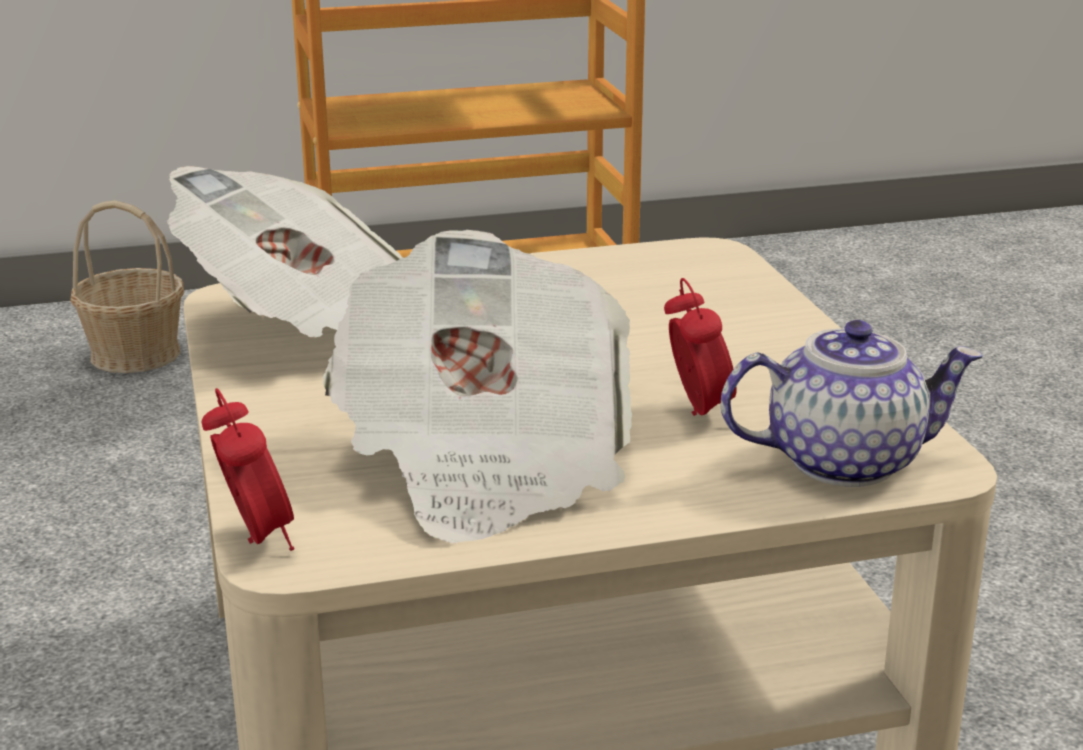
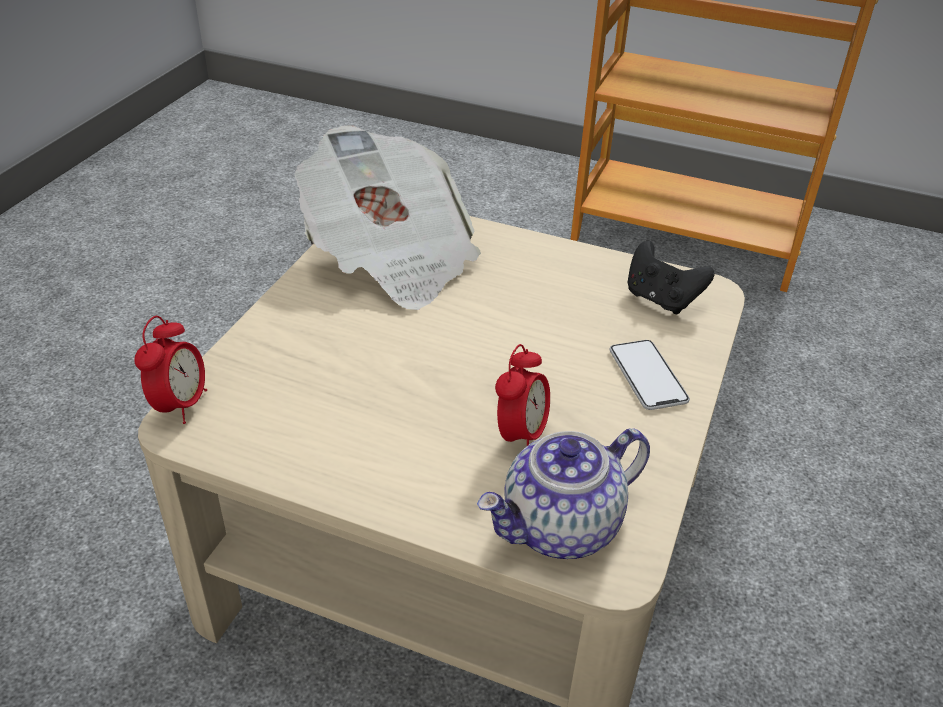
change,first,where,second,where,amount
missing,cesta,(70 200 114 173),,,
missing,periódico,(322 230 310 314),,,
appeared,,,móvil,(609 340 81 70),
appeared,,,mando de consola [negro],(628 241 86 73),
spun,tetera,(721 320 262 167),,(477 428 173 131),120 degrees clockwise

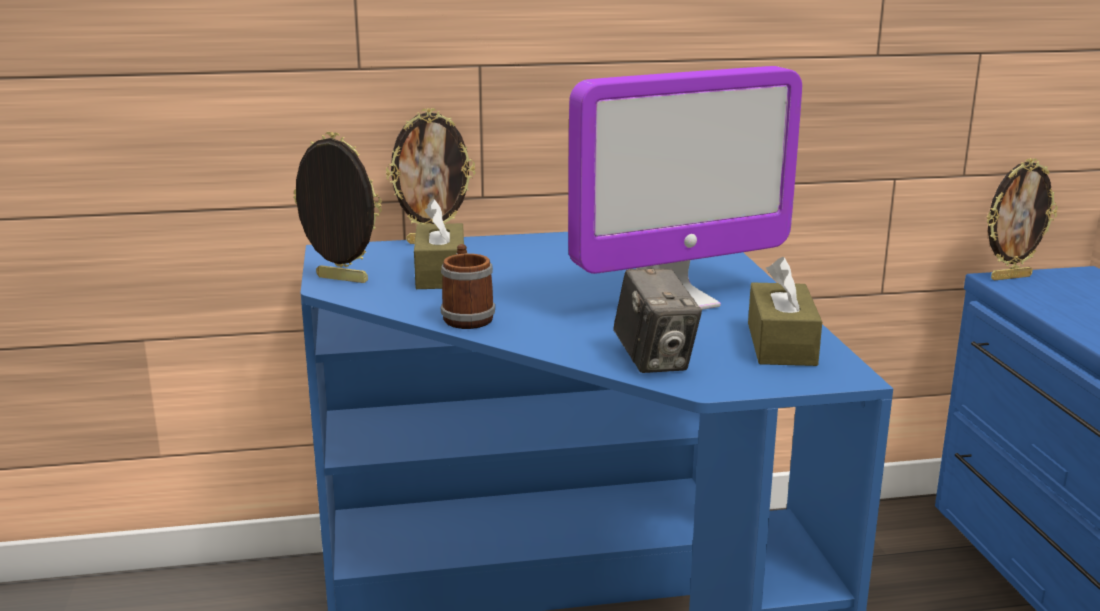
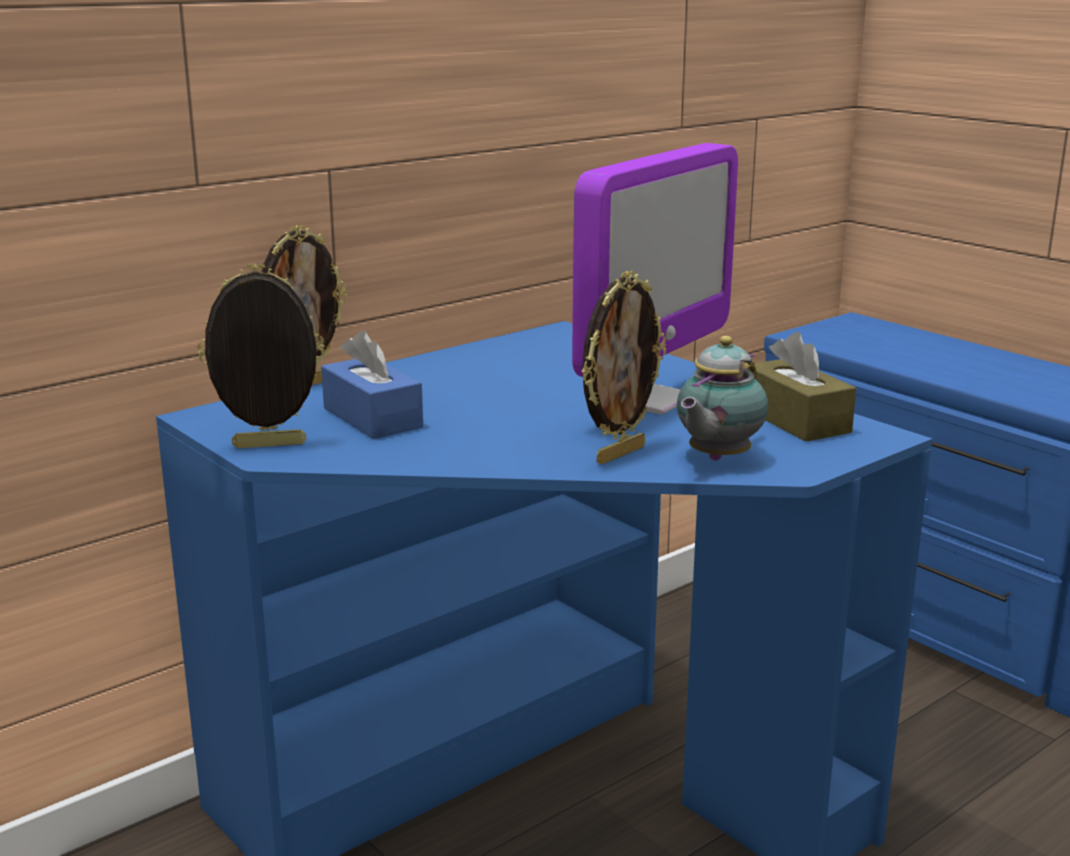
change,first,where,second,where,amount
missing,taza grande,(441 244 54 85),,,
relocated,portarretratos,(987 158 71 122),,(581 271 85 194),
exchanged,cámara,(613 268 89 105),tetera,(677 336 91 125),
colour,caja de pañuelos [marrón],(414 199 50 90),caja de pañuelos [azul],(321 330 102 109),

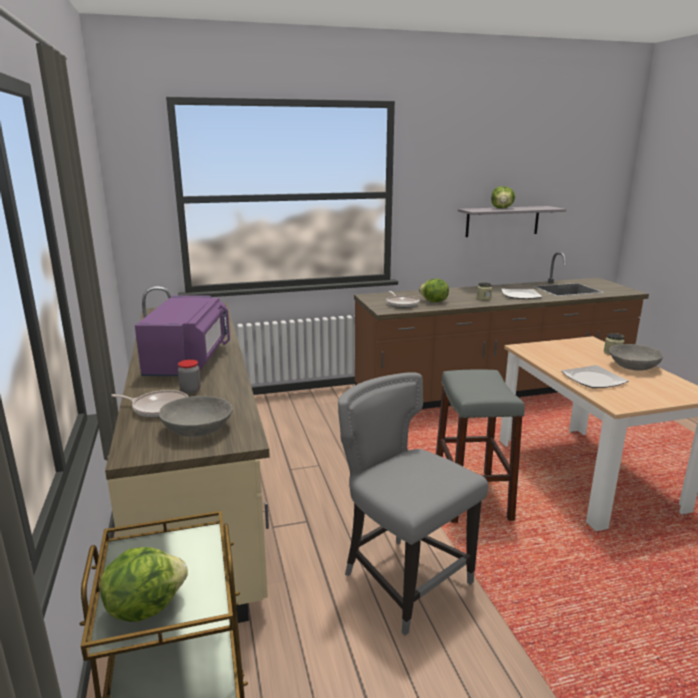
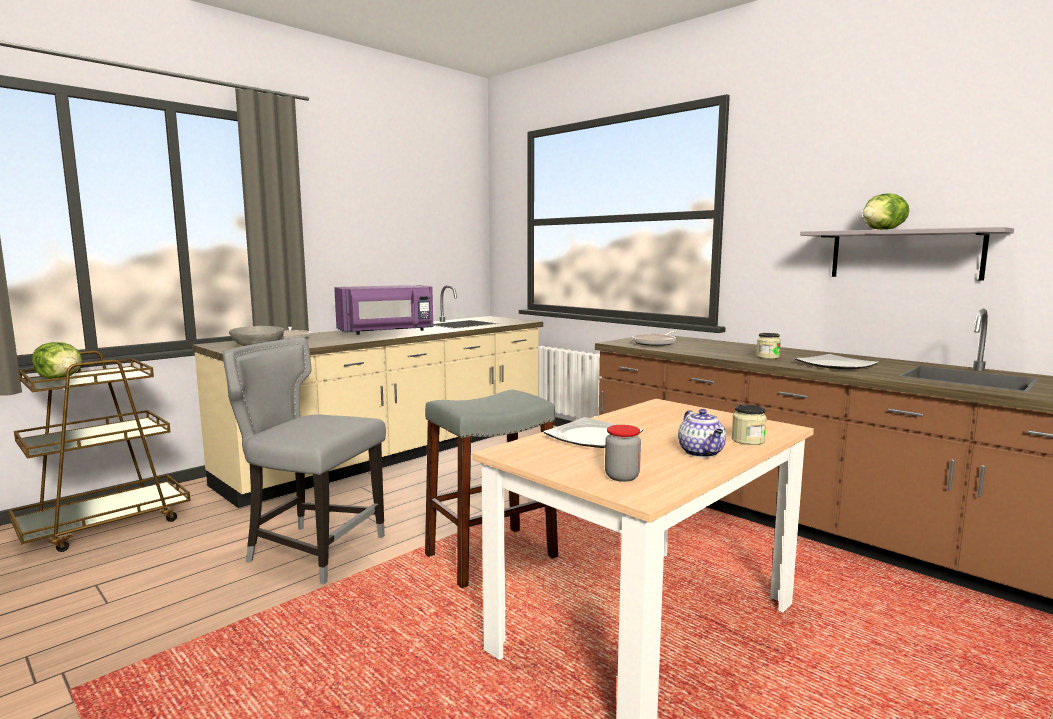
change,first,where,second,where,amount
missing,lechuga,(419 279 30 23),,,
relocated,tarro,(178 359 23 35),,(605 425 36 57),
exchanged,cuenco [gris],(609 344 54 27),tetera,(678 409 48 49),
spun,silla [gris],(338 372 150 263),,(223 337 163 247),90 degrees counterclockwise

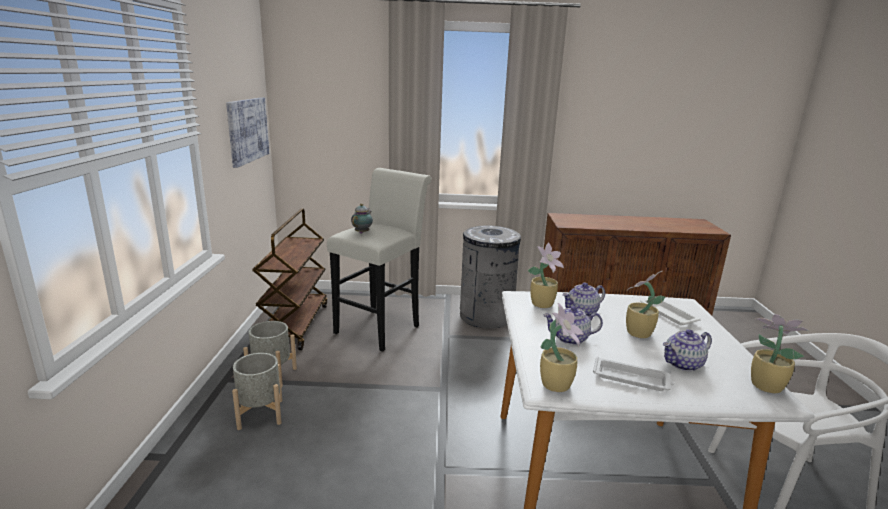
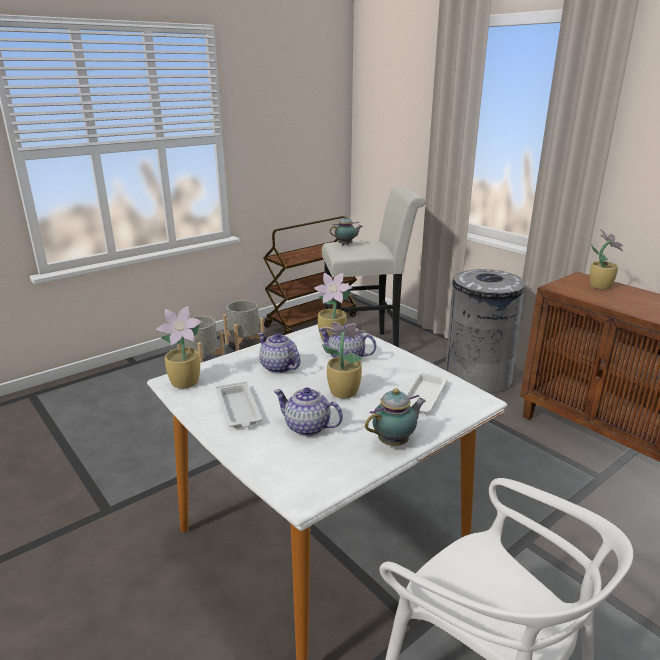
change,first,where,second,where,amount
missing,cuadro,(226 98 43 70),,,
appeared,,,tetera,(365 388 61 58),
relocated,planta en maceta,(751 314 58 79),,(590 229 34 61),

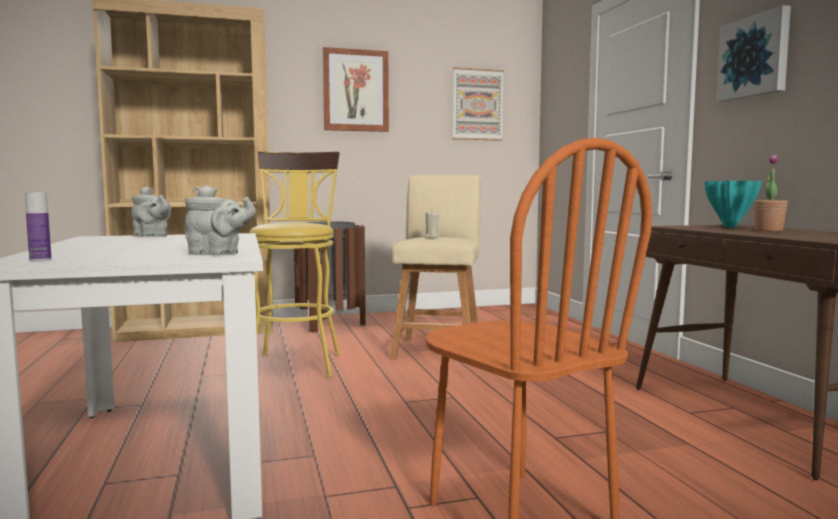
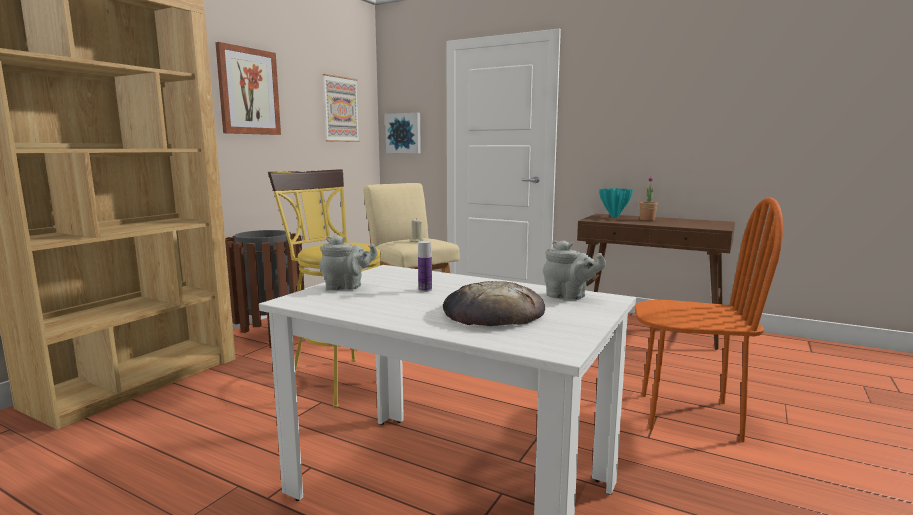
change,first,where,second,where,amount
appeared,,,pan,(443 281 102 45),
relocated,botella,(25 192 26 69),,(418 241 14 51),
relocated,cuadro,(716 5 75 97),,(385 113 36 40),
spun,tetera [gris],(185 185 71 69),,(543 240 63 60),60 degrees clockwise

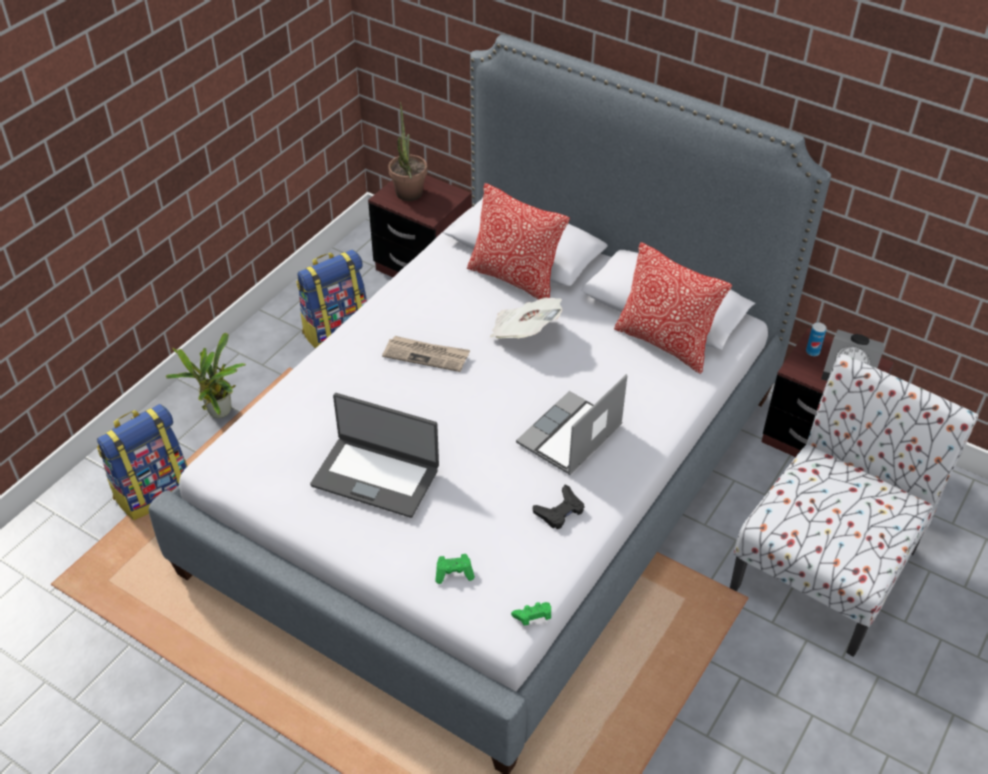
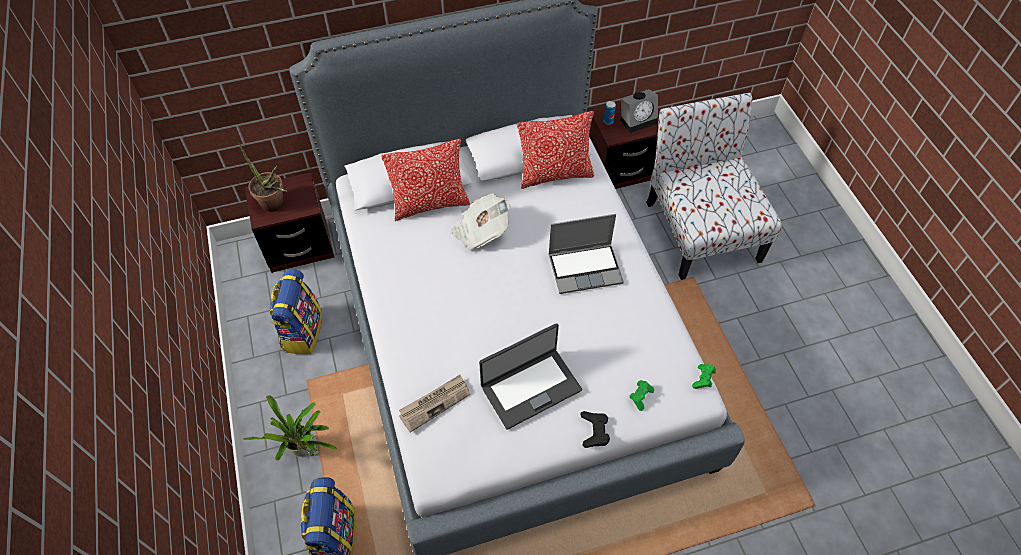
change,first,where,second,where,amount
relocated,periódico,(382 336 88 36),,(399 375 71 58),
relocated,mando de consola [negro],(533 485 51 44),,(580 411 30 37),
spun,portátil,(516 374 112 101),,(548 214 76 80),90 degrees counterclockwise

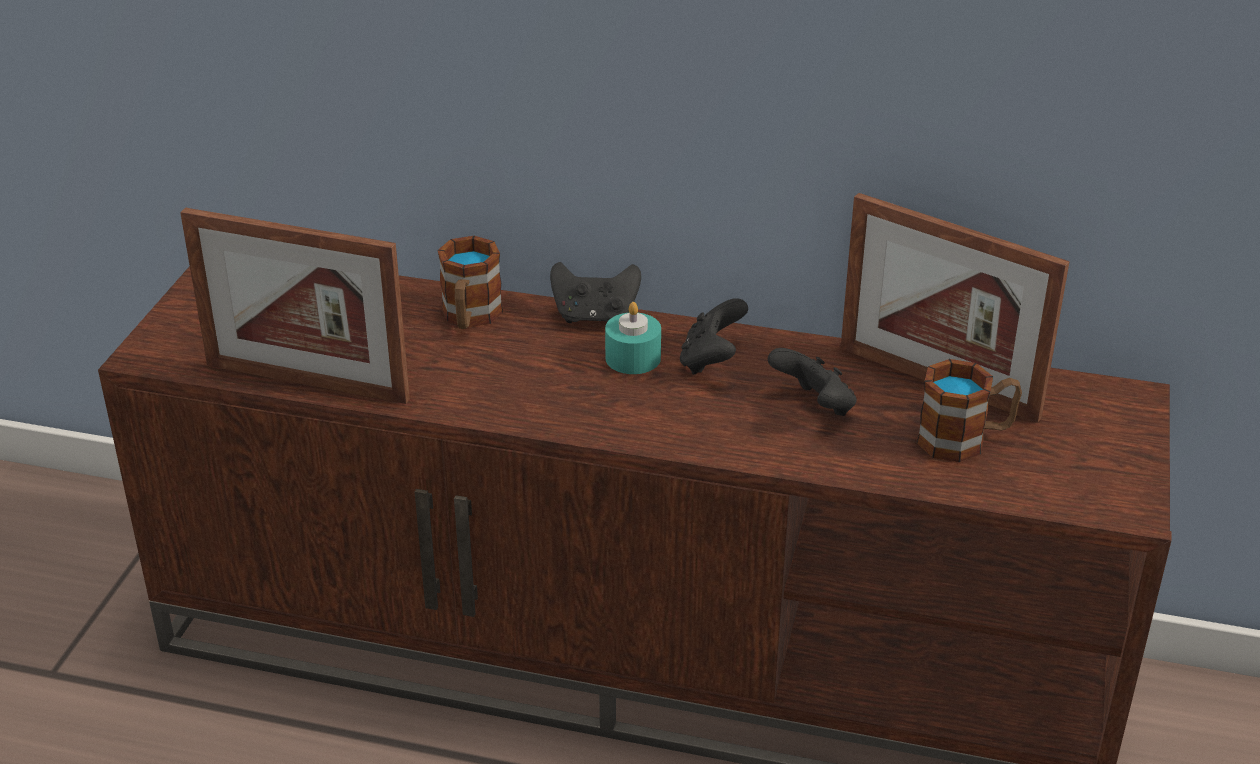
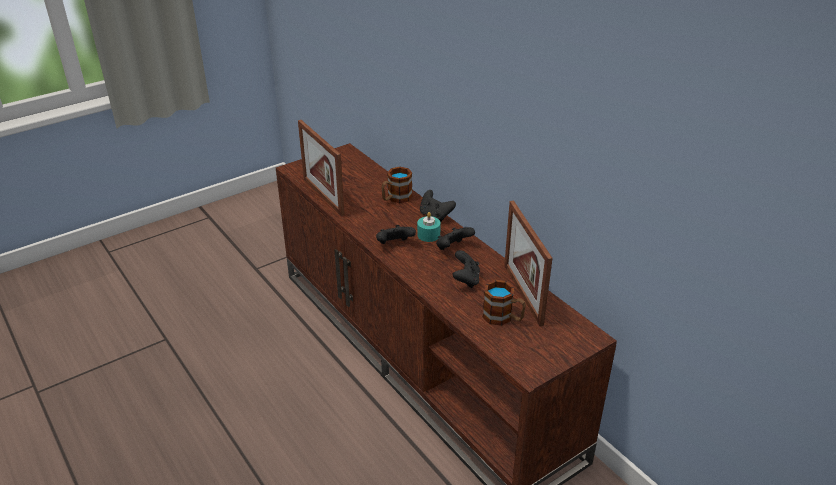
change,first,where,second,where,amount
appeared,,,mando de consola [negro],(376 225 40 19),

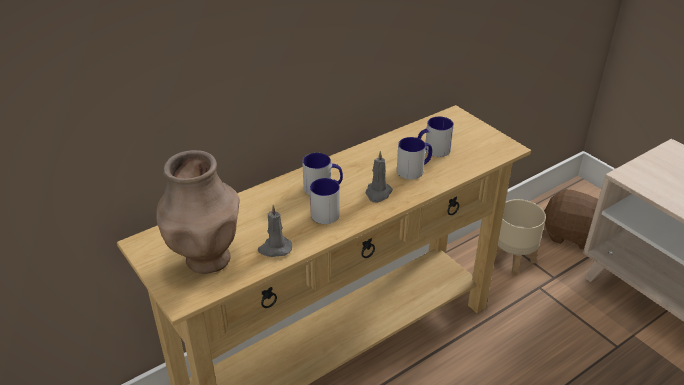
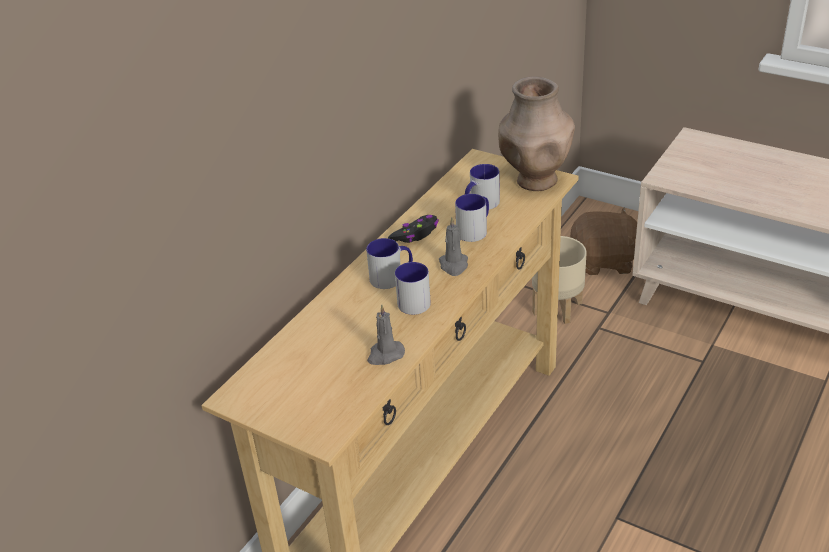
change,first,where,second,where,amount
appeared,,,mando de consola [negro],(388 215 51 28),
relocated,florero [marrón],(156 150 84 124),,(498 76 77 115),

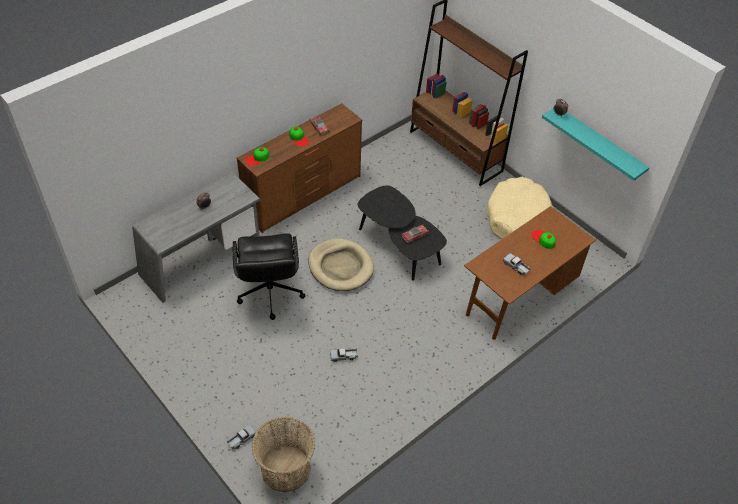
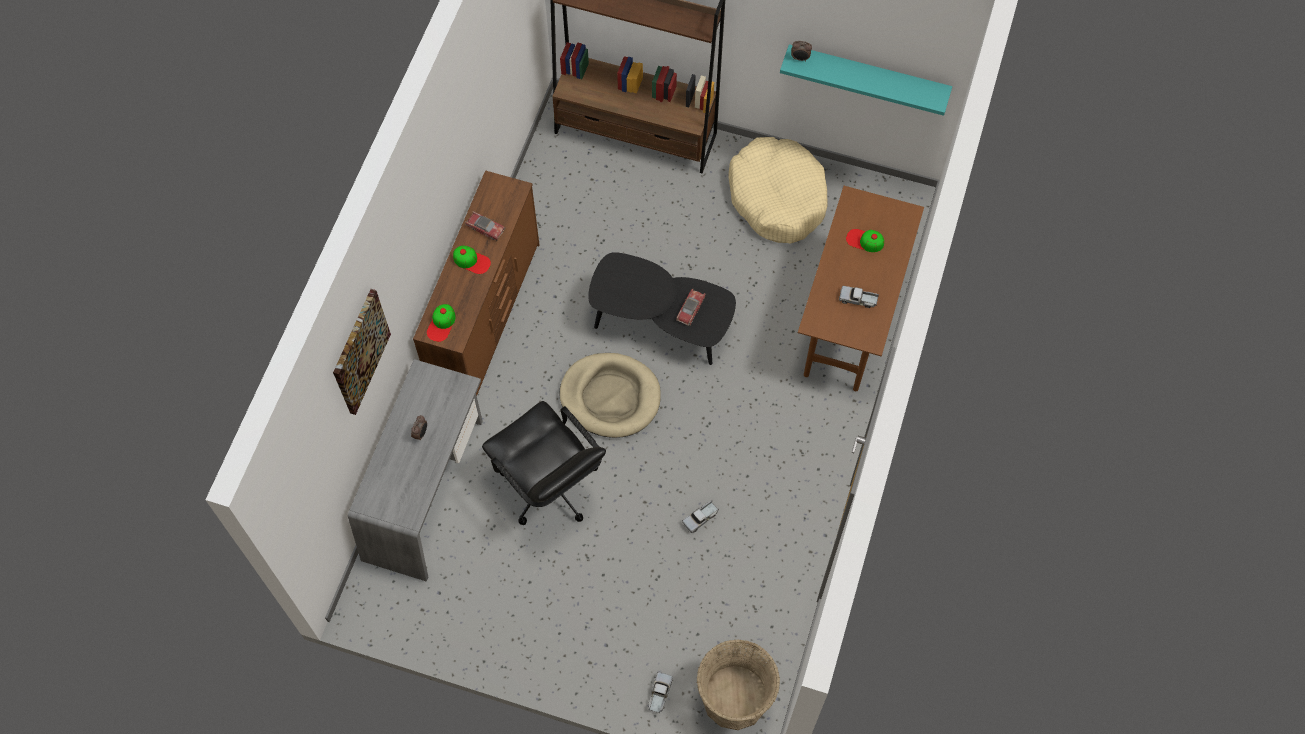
change,first,where,second,where,amount
appeared,,,cuadro,(333 289 58 126),

